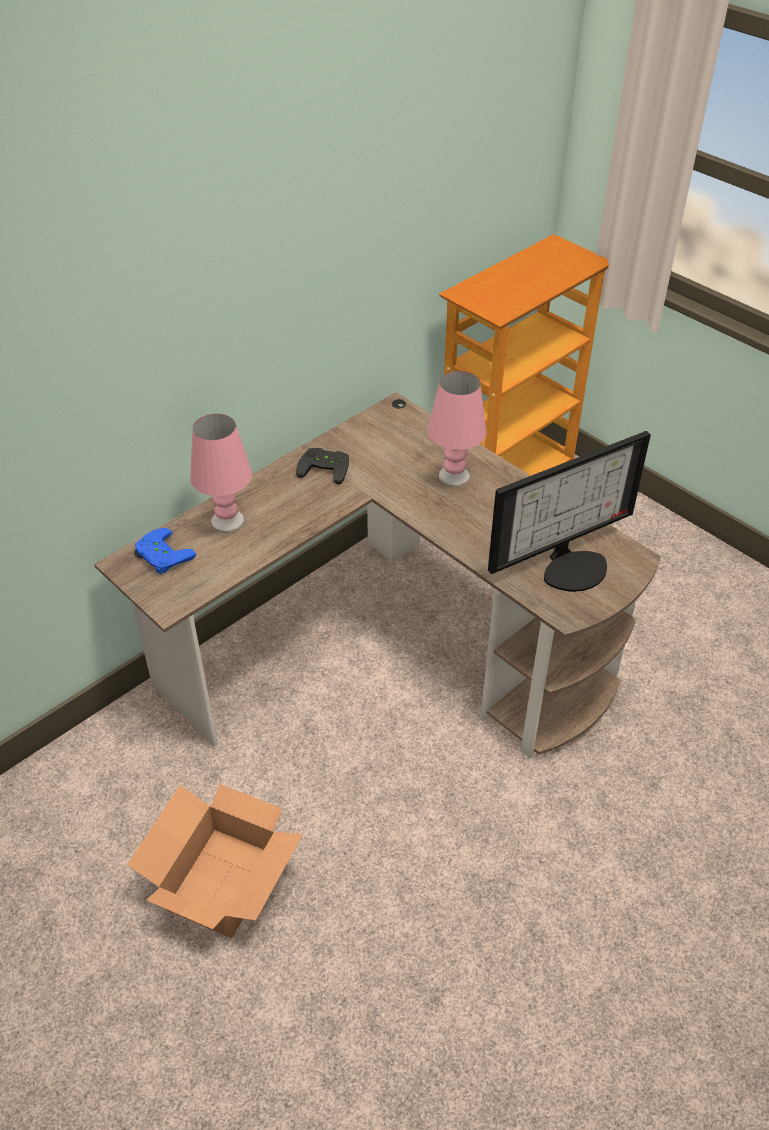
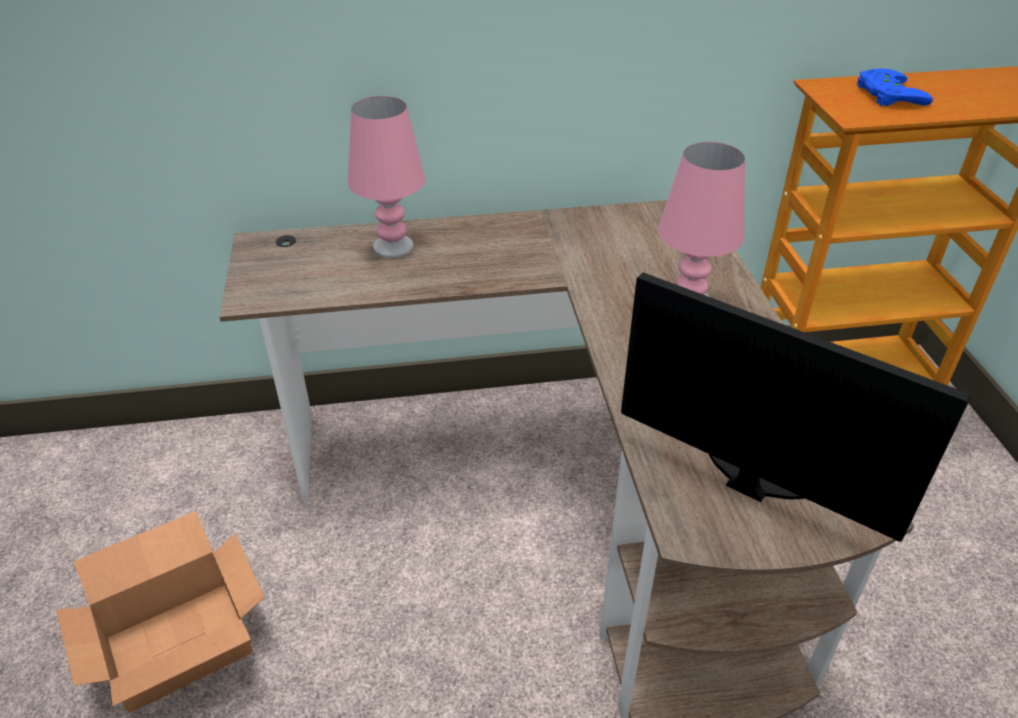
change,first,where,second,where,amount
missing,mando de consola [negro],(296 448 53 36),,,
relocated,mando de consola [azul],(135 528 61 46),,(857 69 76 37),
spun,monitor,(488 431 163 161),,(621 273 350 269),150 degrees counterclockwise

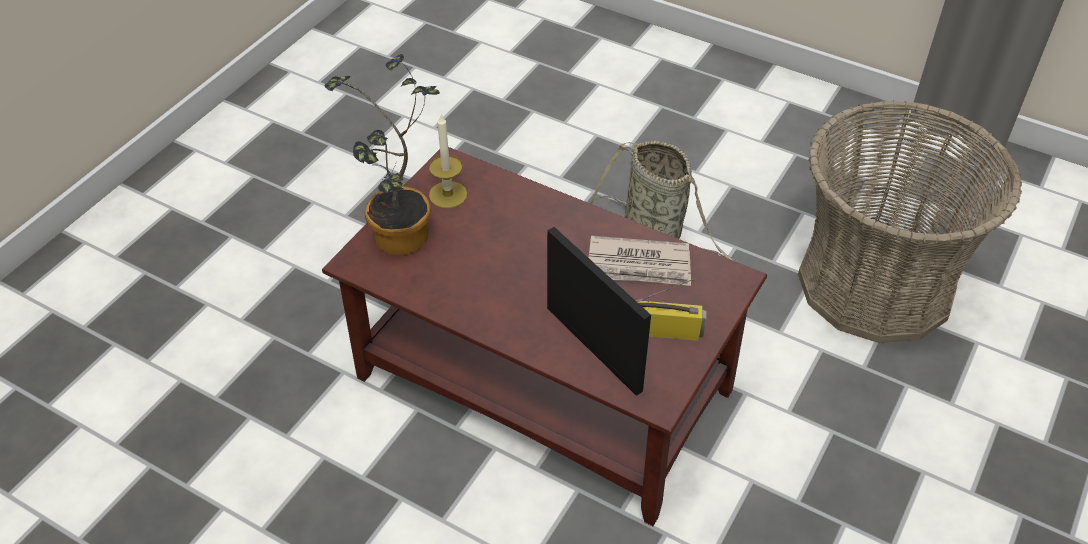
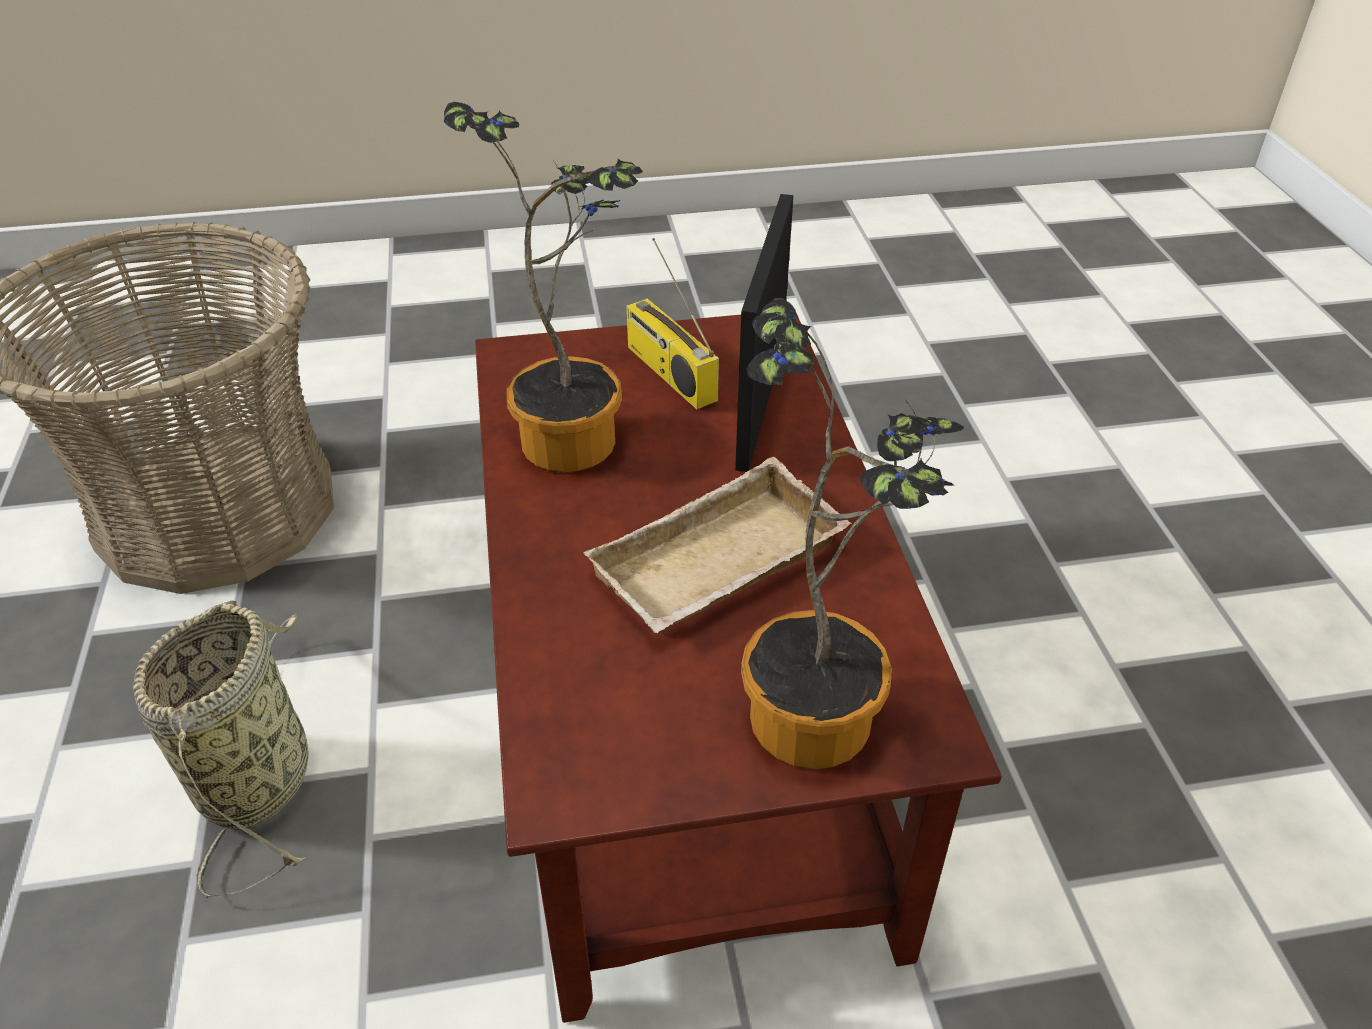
change,first,where,second,where,amount
missing,vela,(429 115 38 93),,,
appeared,,,bandeja [beis],(583 457 269 176),
exchanged,periódico,(589 236 102 50),planta en maceta,(444 102 199 371),

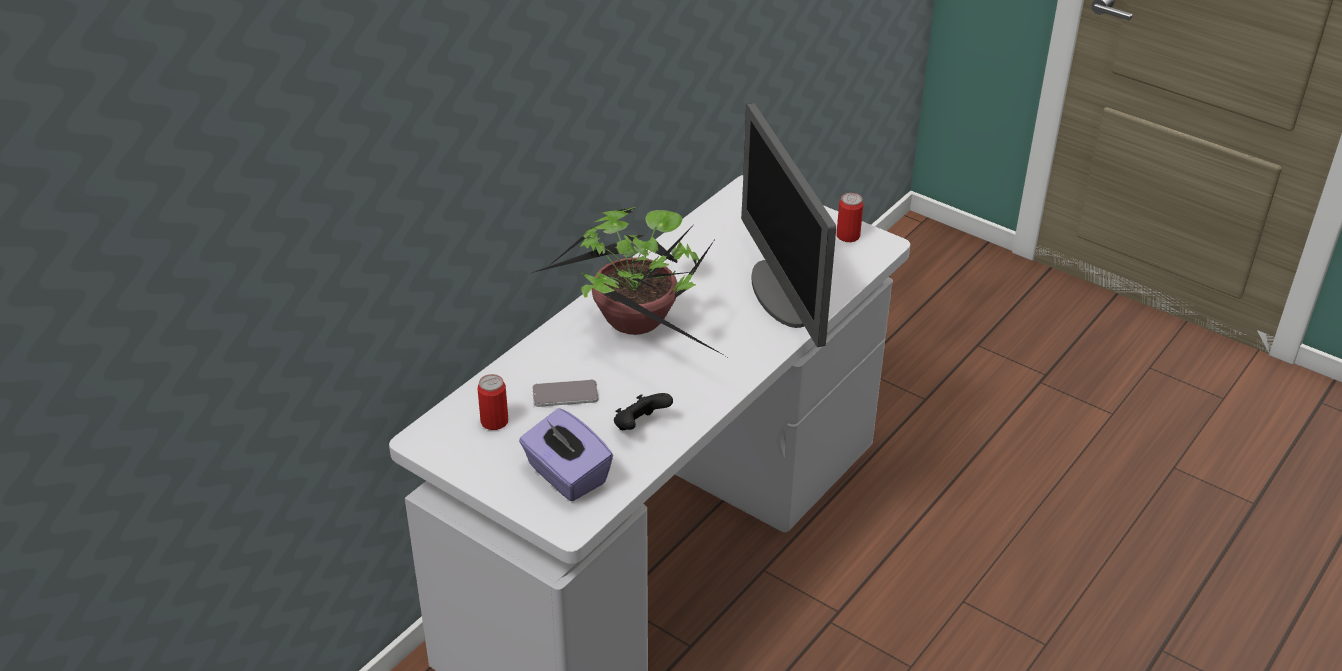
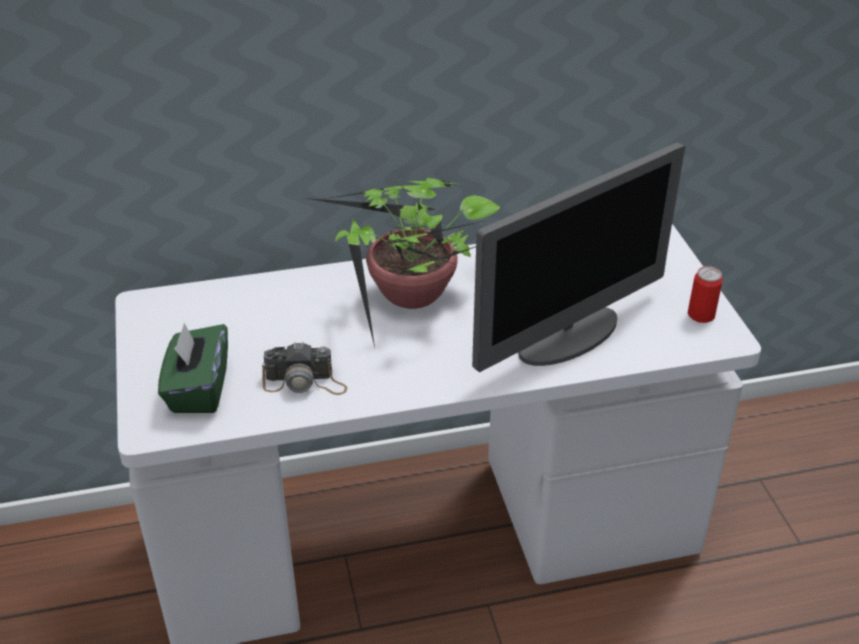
change,first,where,second,where,amount
missing,lata,(478 374 30 56),,,
missing,móvil,(532 380 66 27),,,
exchanged,mando de consola [negro],(614 393 59 37),cámara,(262 342 85 53),
colour,caja de pañuelos [morado],(519 408 94 93),caja de pañuelos [verde],(158 323 70 90),
spun,monitor,(741 103 95 244),,(472 142 213 230),150 degrees counterclockwise

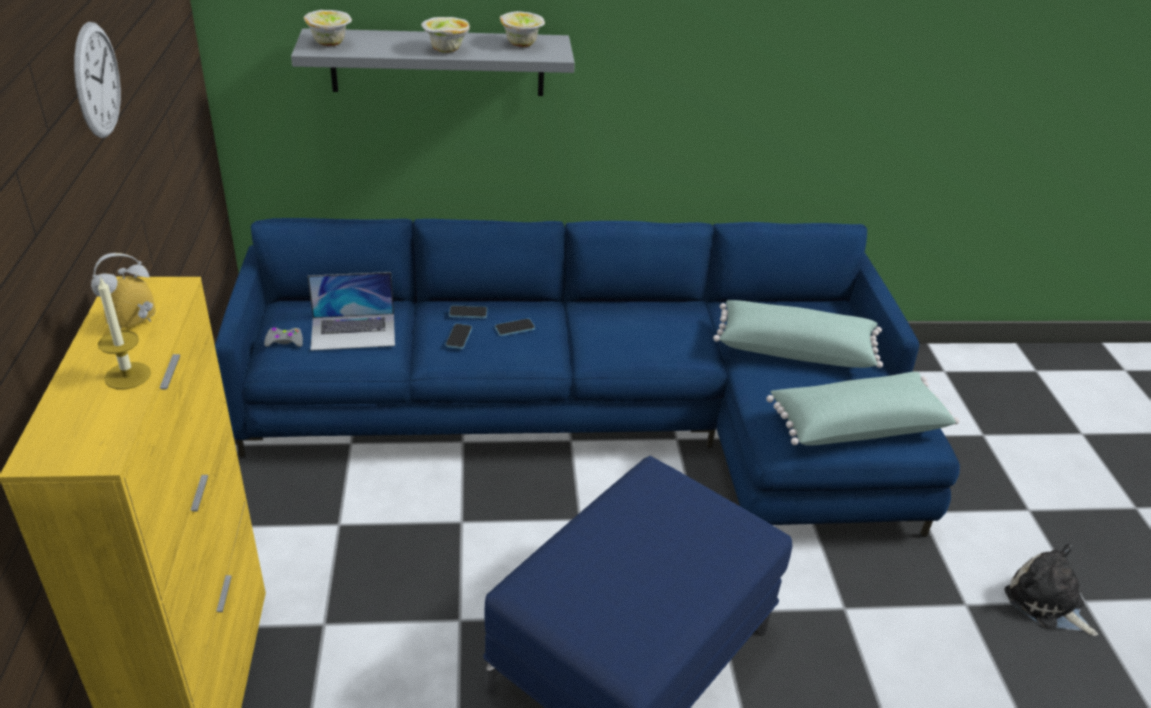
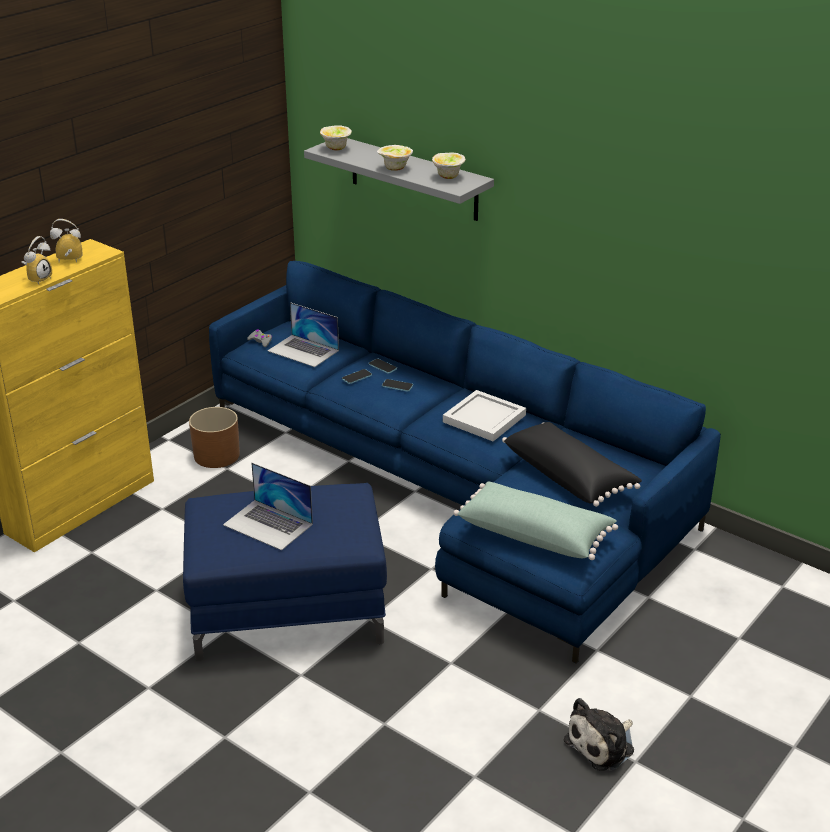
change,first,where,second,where,amount
missing,reloj de pared,(74 22 47 116),,,
appeared,,,maceta [marrón],(189 407 51 61),
appeared,,,portátil,(223 463 90 87),
appeared,,,bandeja [blanco],(443 390 83 51),
exchanged,vela,(98 277 53 112),despertador,(21 236 31 48),
colour,cojín [verde],(713 300 170 68),cojín [negro],(502 422 140 85),
spun,peluche,(1005 544 93 92),,(563 698 71 73),135 degrees counterclockwise

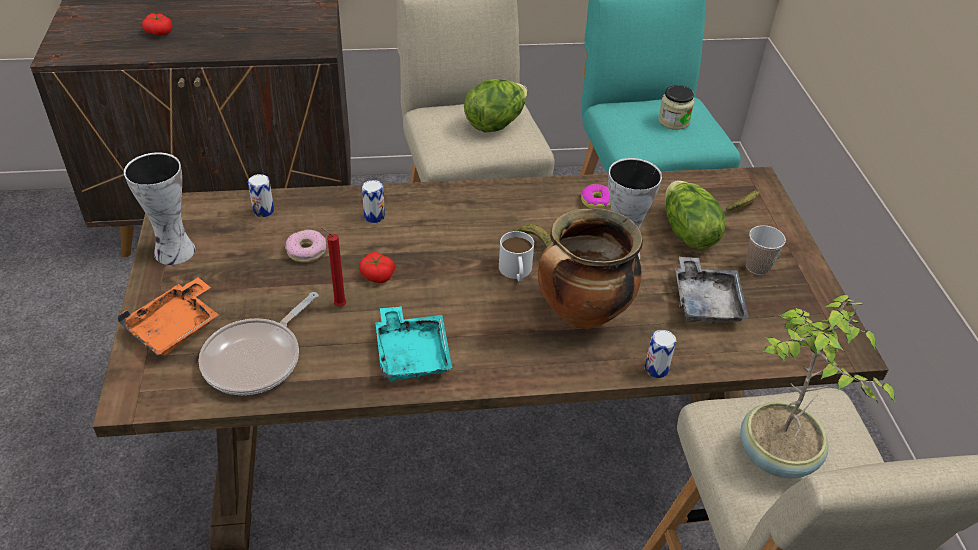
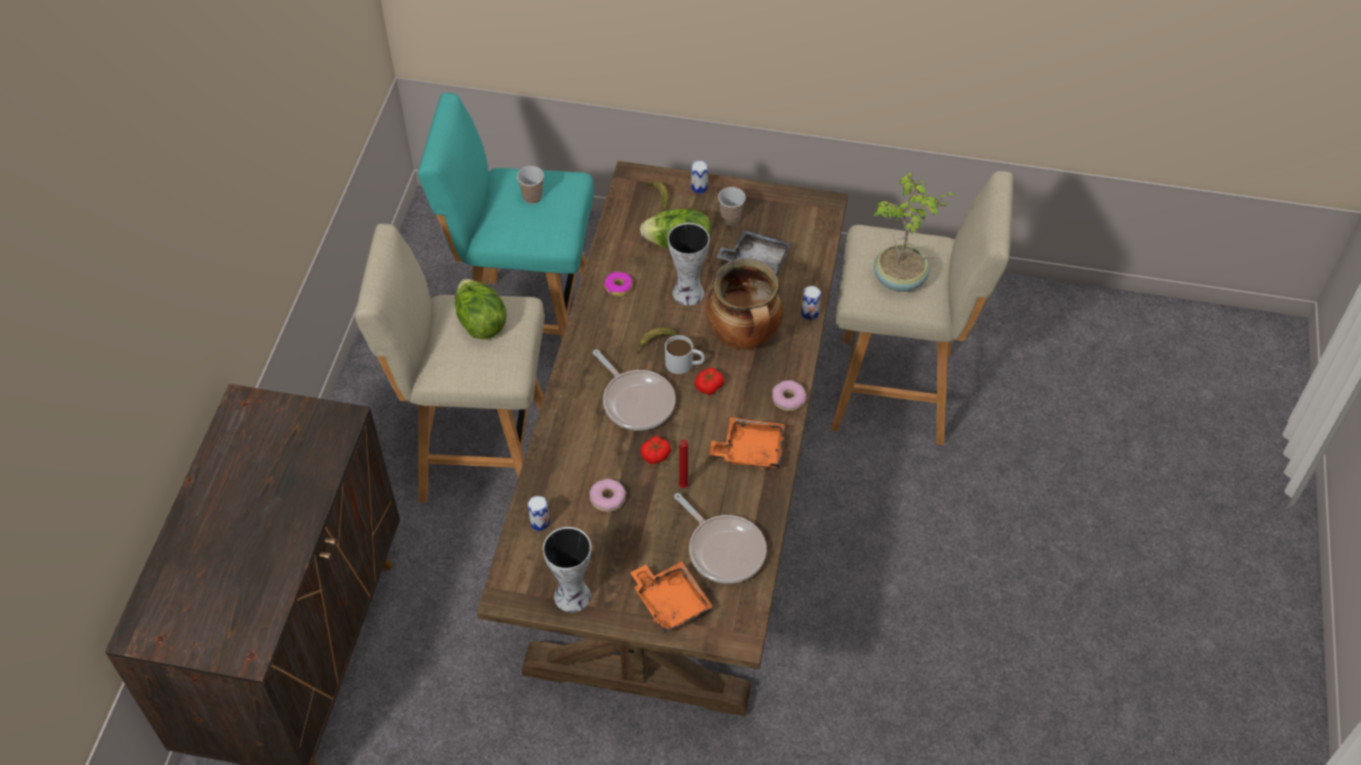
change,first,where,second,where,amount
appeared,,,sartén,(593 349 83 82),
appeared,,,rosquilla,(772 380 34 31),
relocated,tomate,(142 13 31 23),,(695 368 29 27),
relocated,lata,(362 180 23 43),,(691 160 17 34),
exchanged,tarro,(658 85 36 45),taza,(517 166 27 38),
colour,bandeja [turquesa],(375 306 77 75),bandeja [naranja],(709 417 76 52),

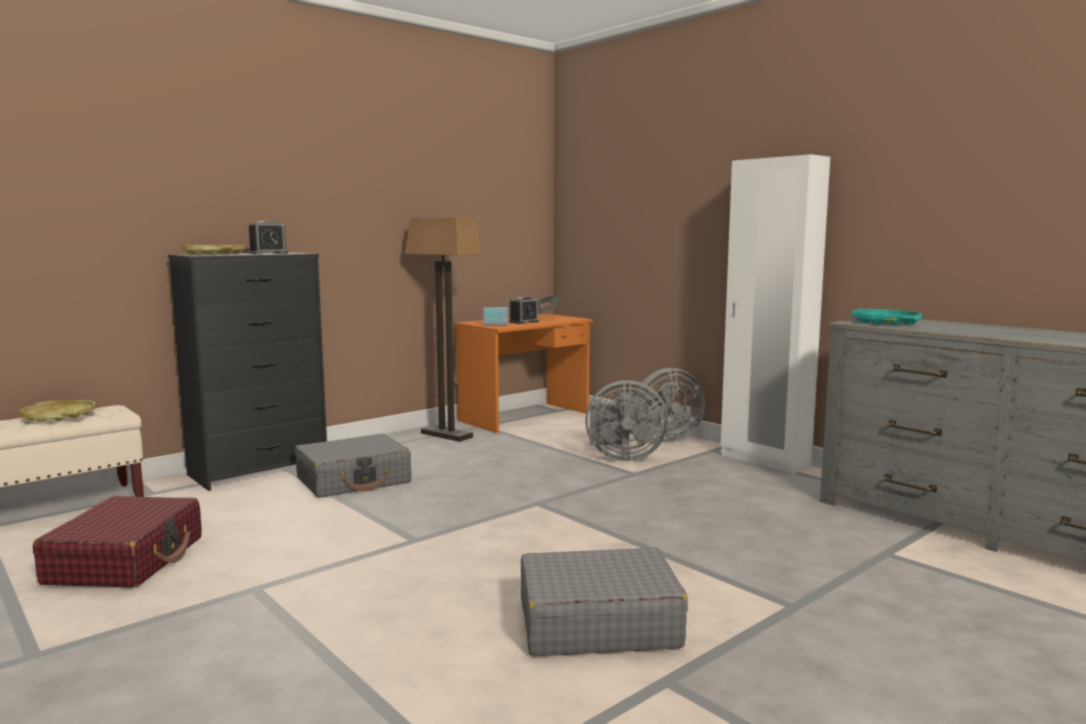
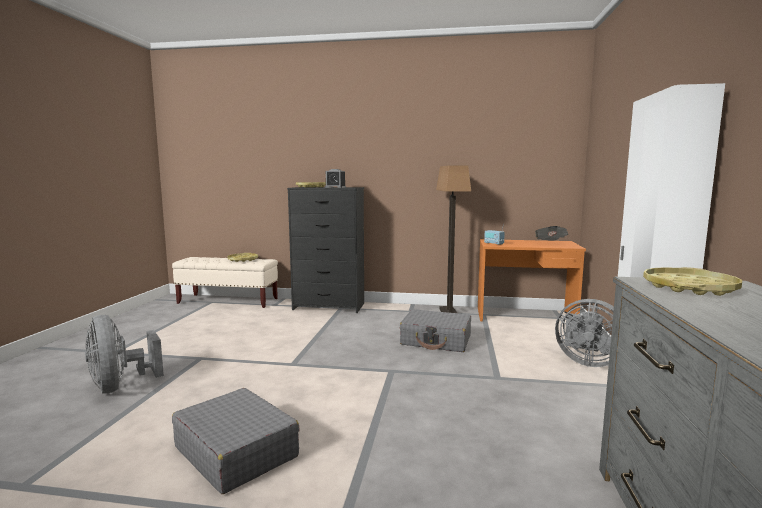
change,first,where,second,where,amount
missing,maleta [rojo],(33 496 169 92),,,
missing,despertador,(509 297 30 27),,,
relocated,maleta [gris],(295 434 116 64),,(400 309 71 43),
relocated,ventilador [gris],(585 380 83 81),,(85 315 79 78),
colour,bandeja [turquesa],(852 309 70 16),bandeja [amarillo],(643 267 99 29),

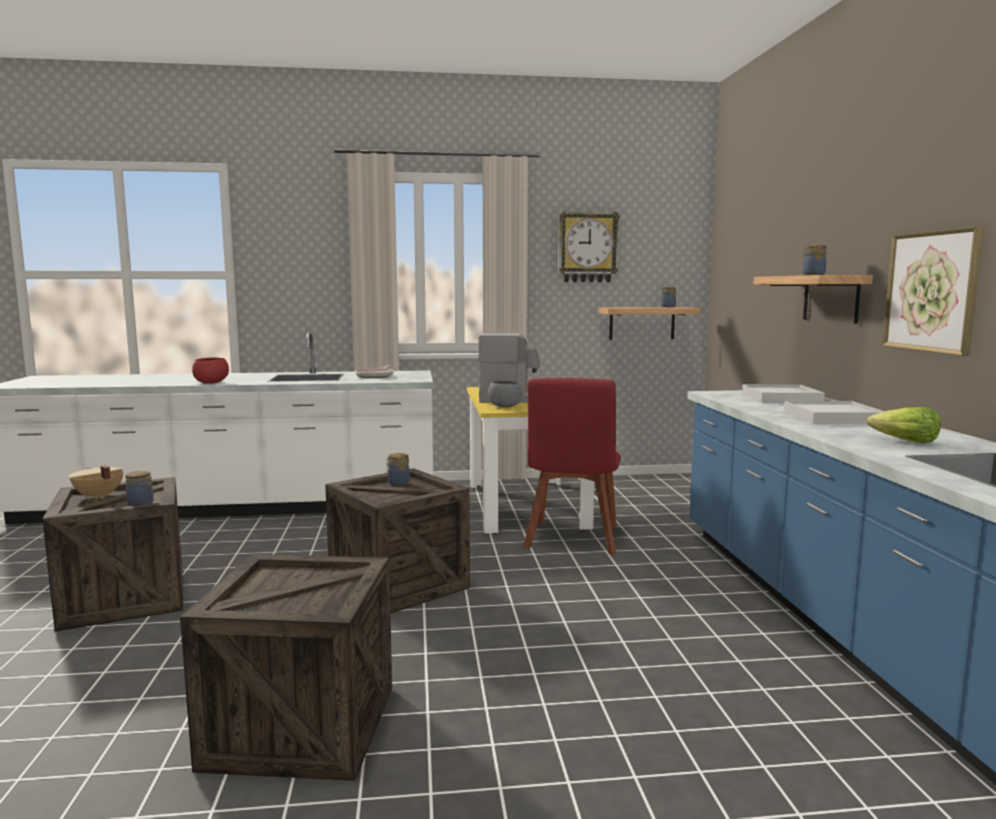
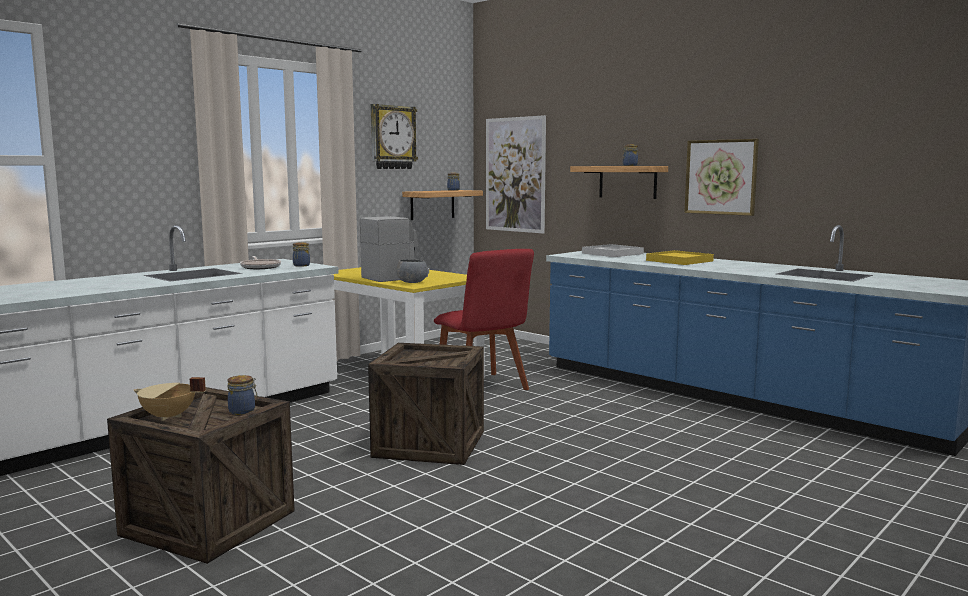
change,first,where,second,where,amount
missing,caja de embalaje,(180 554 212 227),,,
missing,cuenco [rojo],(192 357 37 27),,,
missing,lechuga,(867 407 74 36),,,
appeared,,,cuadro,(486 115 60 119),
relocated,tarro,(386 453 24 33),,(293 242 17 25),
colour,bandeja [blanco],(784 401 100 23),bandeja [amarillo],(646 250 68 15),

